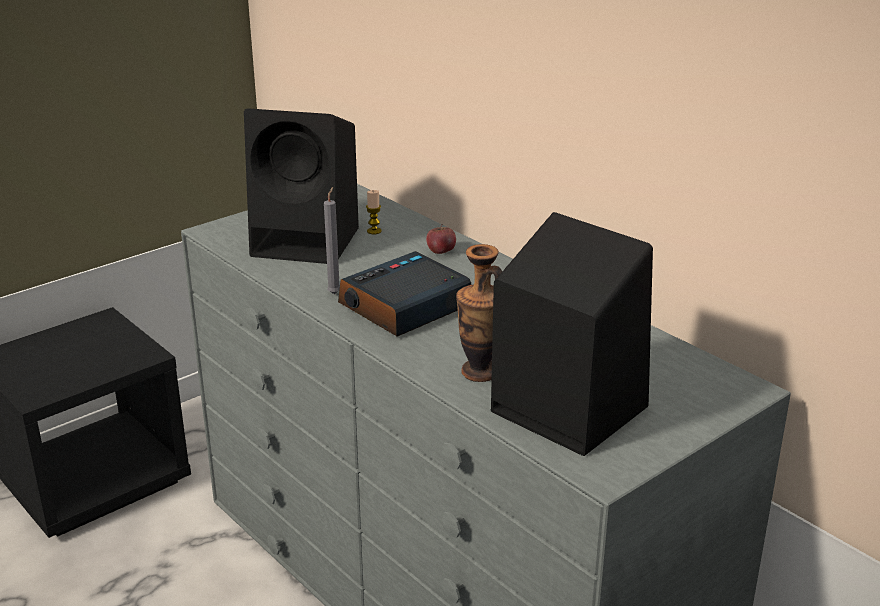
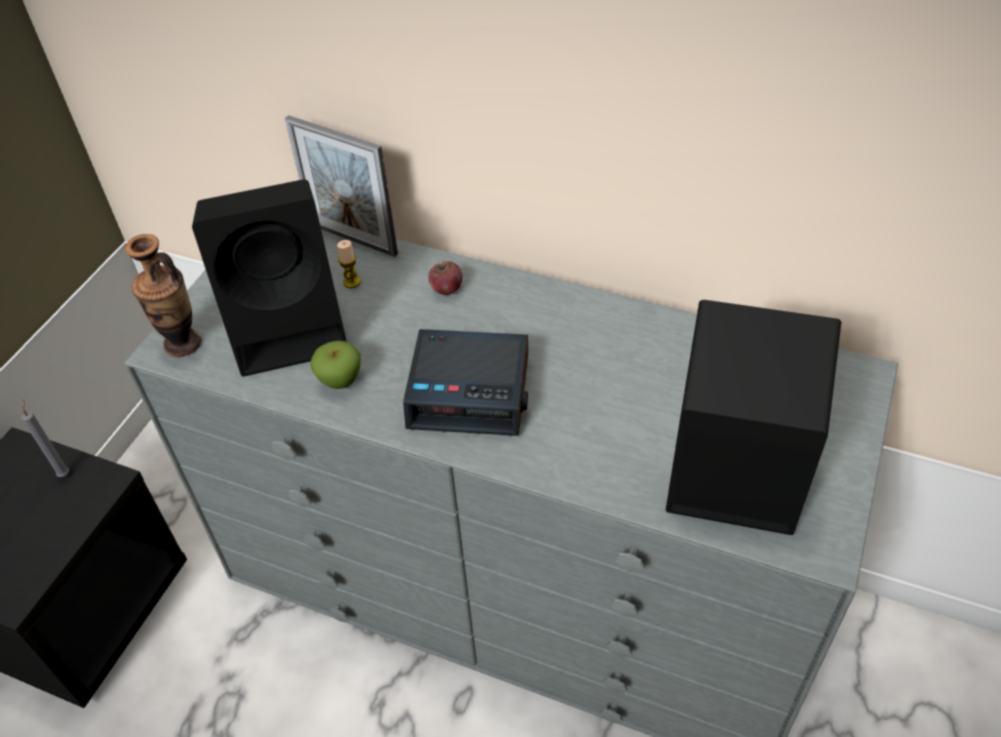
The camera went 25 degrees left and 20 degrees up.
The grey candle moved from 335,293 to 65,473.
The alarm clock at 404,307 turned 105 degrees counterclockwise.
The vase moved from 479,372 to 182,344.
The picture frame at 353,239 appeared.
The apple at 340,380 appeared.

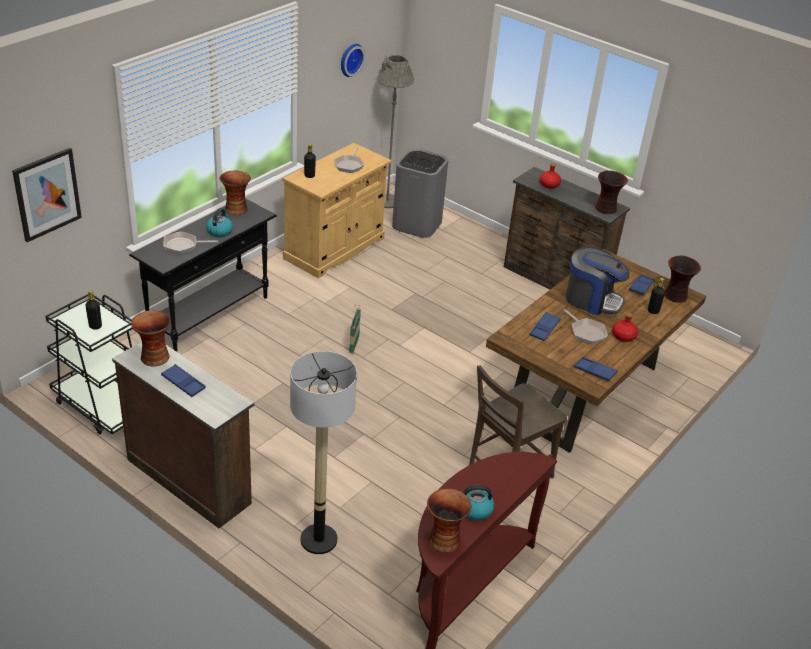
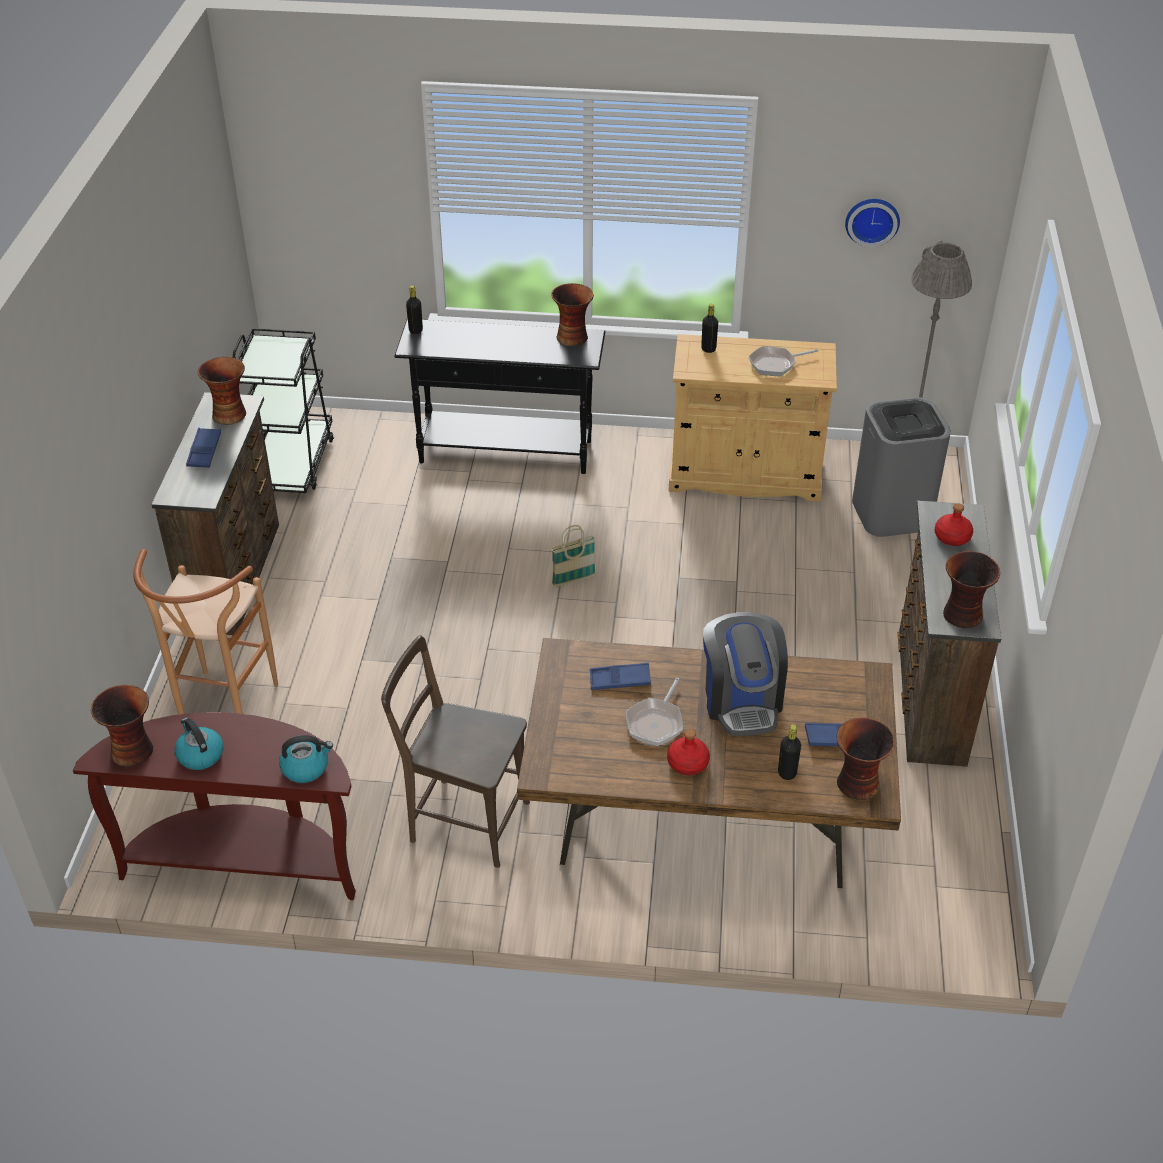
The camera went 60 degrees right and 5 degrees up.
The picture at 47,194 disappeared.
The black bottle moved from 95,326 to 415,330.
The frying pan at 183,245 disappeared.
The kettle moved from 219,231 to 306,767.
The floor lamp at 318,540 was replaced by the brown stool at 223,711.
The blue tray at 594,371 disappeared.

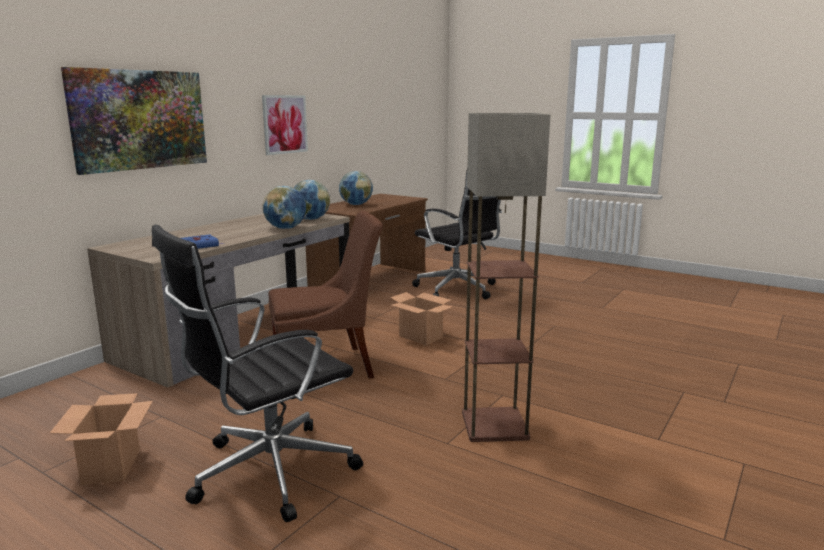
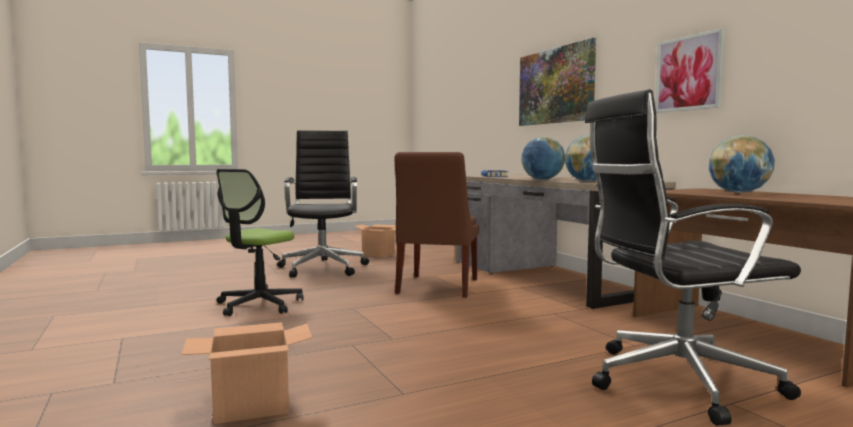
The camera went 120 degrees right and 10 degrees down.
The cardboard box moved from 421,337 to 250,408.
The floor lamp at 496,426 was replaced by the office chair at 259,305.

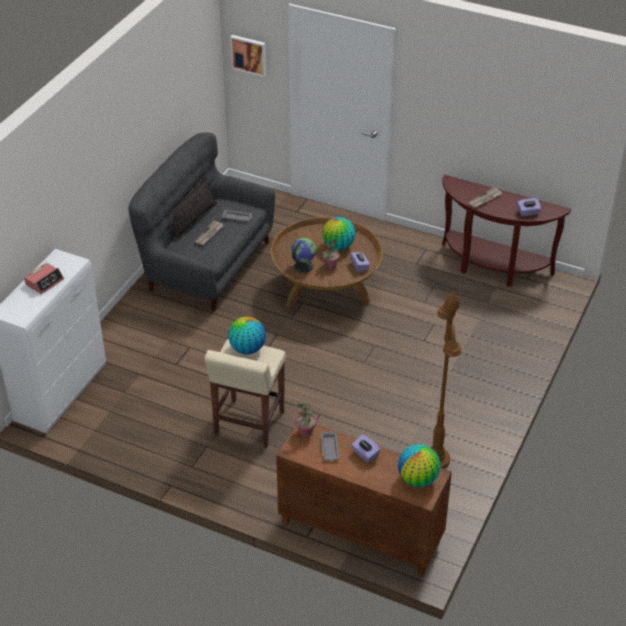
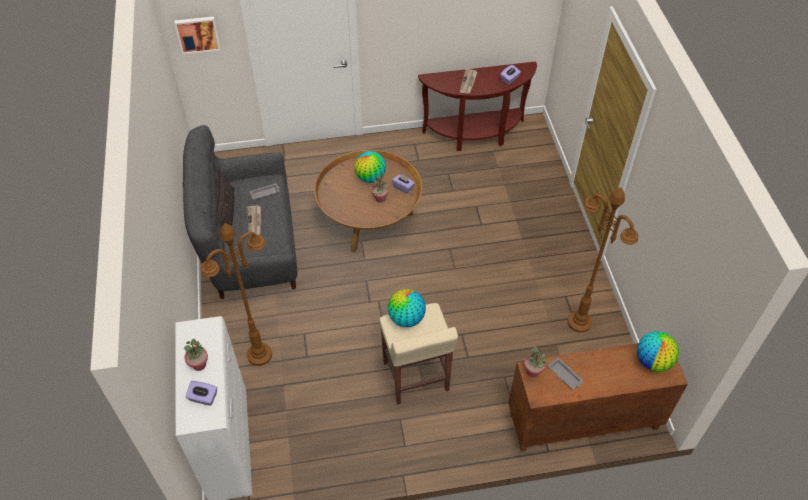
The camera went 35 degrees left and 10 degrees up.
The alarm clock at 44,282 was replaced by the potted plant at 199,364.
The globe at 303,266 disappeared.
The purple tissue box moved from 365,454 to 203,398.
The brown floor lamp at 260,354 appeared.

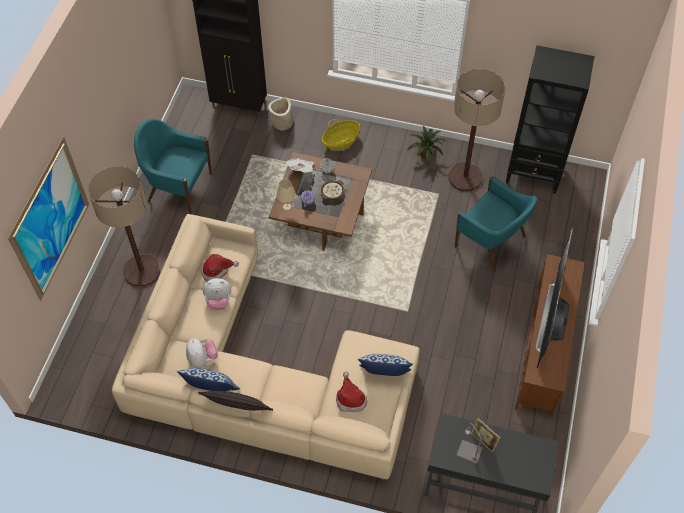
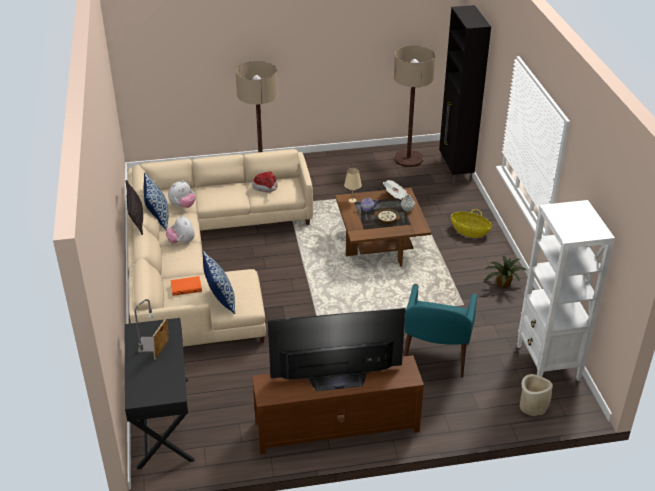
The camera went 65 degrees right and 20 degrees down.
The picture at 51,219 disappeared.
The turquoise armchair at 178,187 disappeared.
The plush toy moved from 218,301 to 182,242.
The beige planter moved from 282,122 to 532,406.
The hat at 350,398 was replaced by the orange book at 186,287.
The floor lamp moved from 465,177 to 408,159.
The black bookcase at 534,173 became the white bookcase at 547,363.

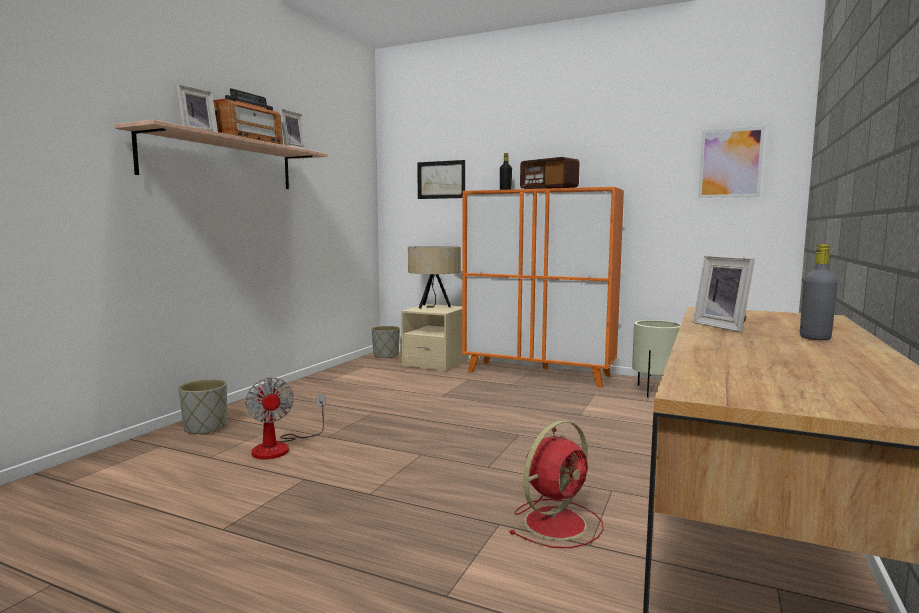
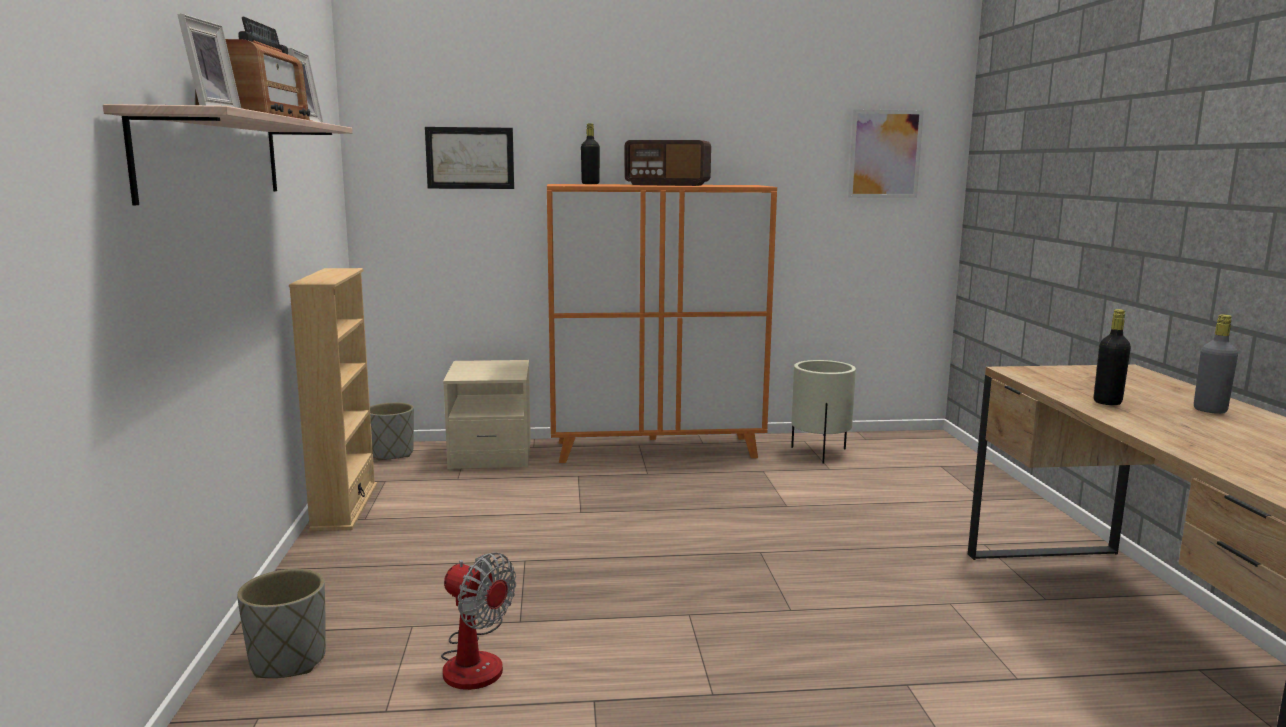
The camera went 30 degrees left and 5 degrees up.
The beige table lamp at 434,307 disappeared.
The red fan at 557,522 disappeared.
The picture frame at 724,326 was replaced by the black bottle at 1107,402.
The beige bookcase at 344,507 appeared.

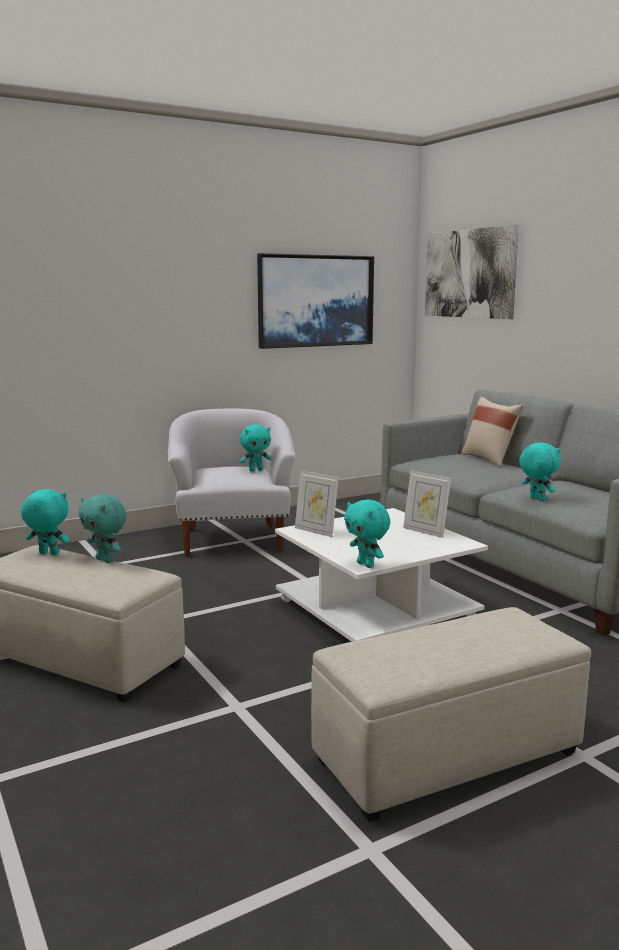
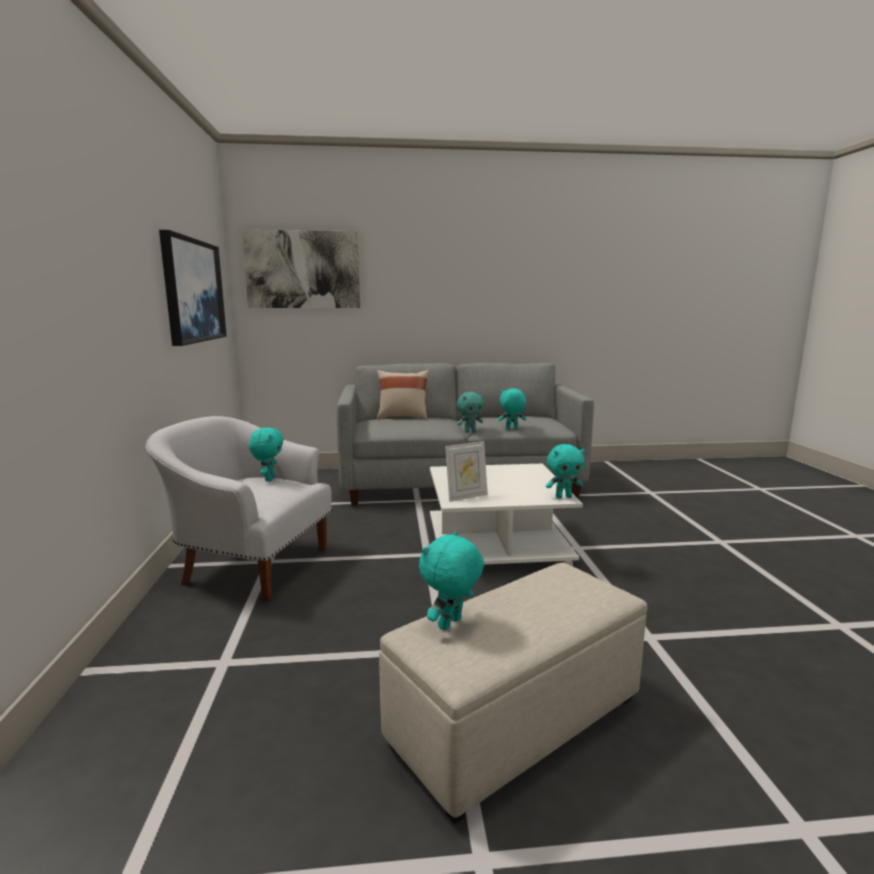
The camera went 65 degrees left and 0 degrees up.
The turquoise plush toy moved from 106,560 to 470,432.
The beige ottoman at 449,755 disappeared.
The picture frame at 425,531 disappeared.

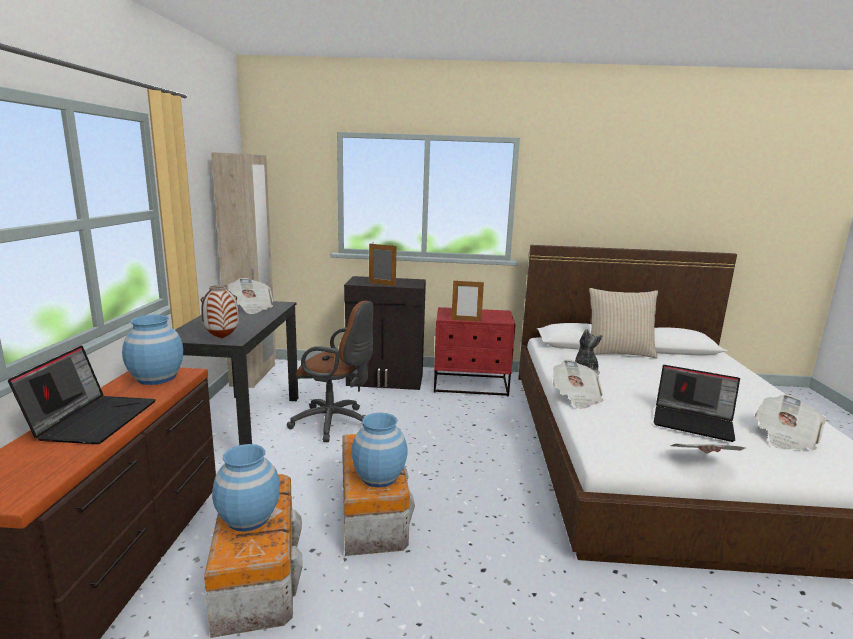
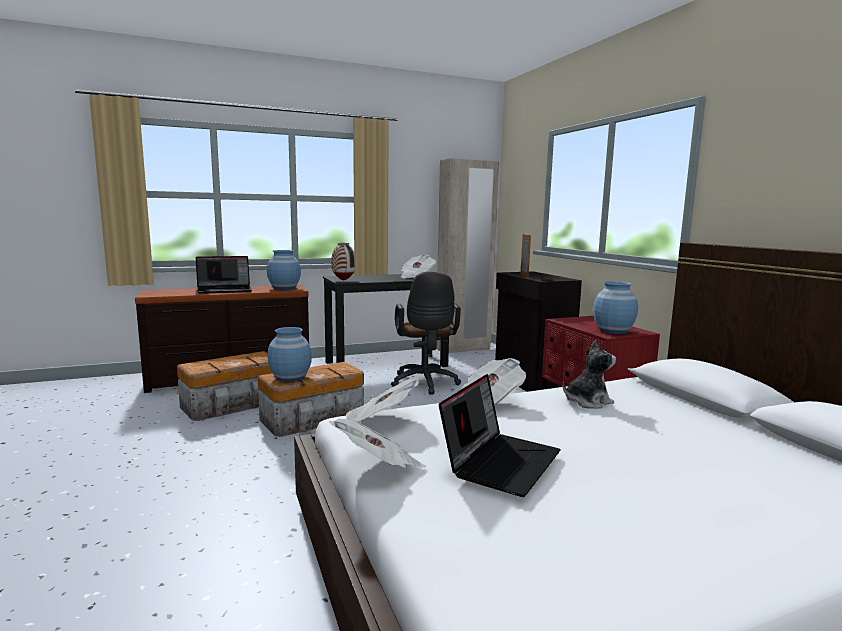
The camera went 65 degrees right and 5 degrees down.
The blue vase moved from 248,518 to 613,330.
The picture frame at 466,320 disappeared.
The beige pillow at 618,353 disappeared.
The laptop at 694,422 turned 150 degrees counterclockwise.
The newspaper moved from 785,437 to 379,420.

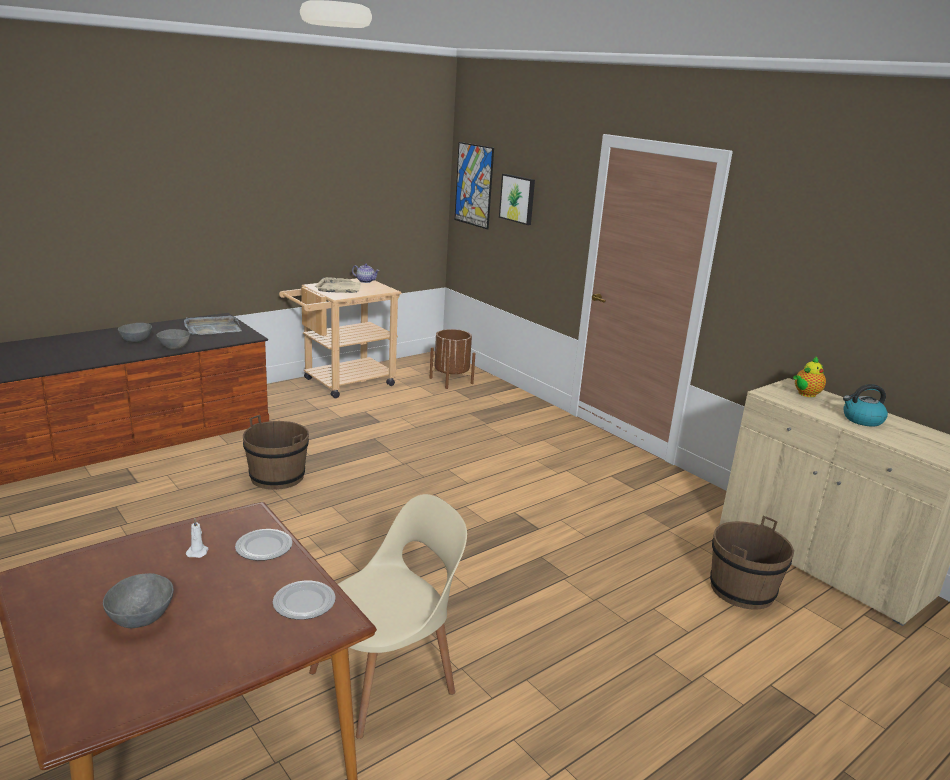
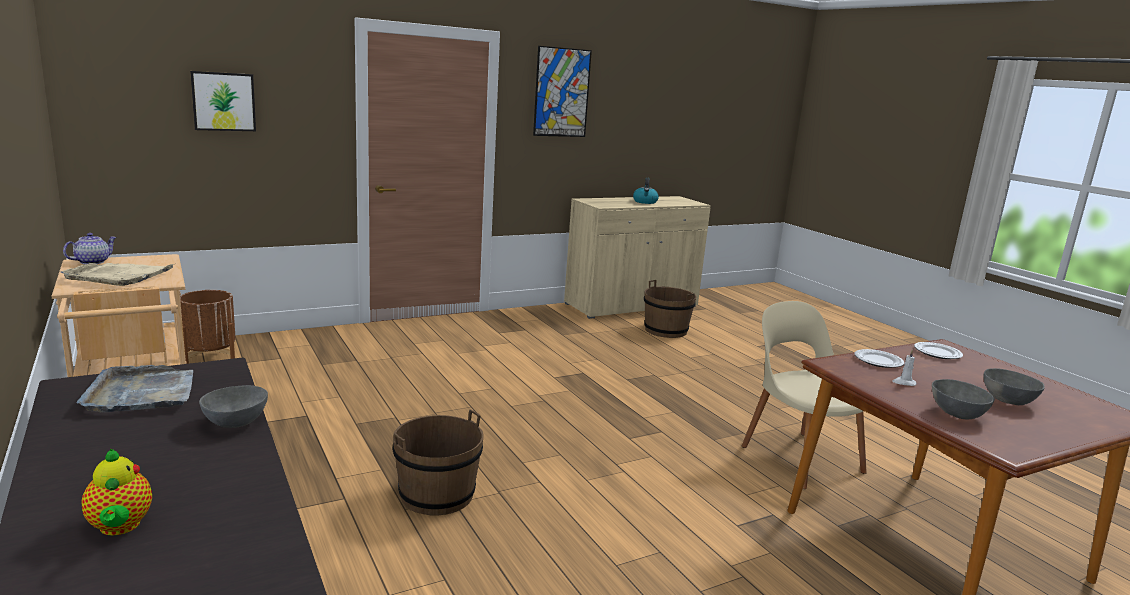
The camera went 80 degrees left and 5 degrees down.
The grey bowl moved from 137,341 to 956,413.
The picture moved from 474,185 to 562,92.
The teapot moved from 805,394 to 120,527.

